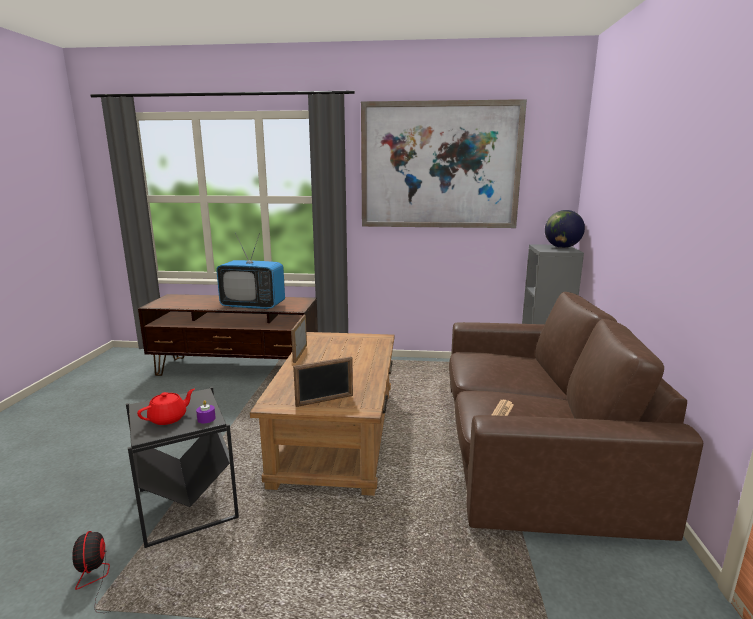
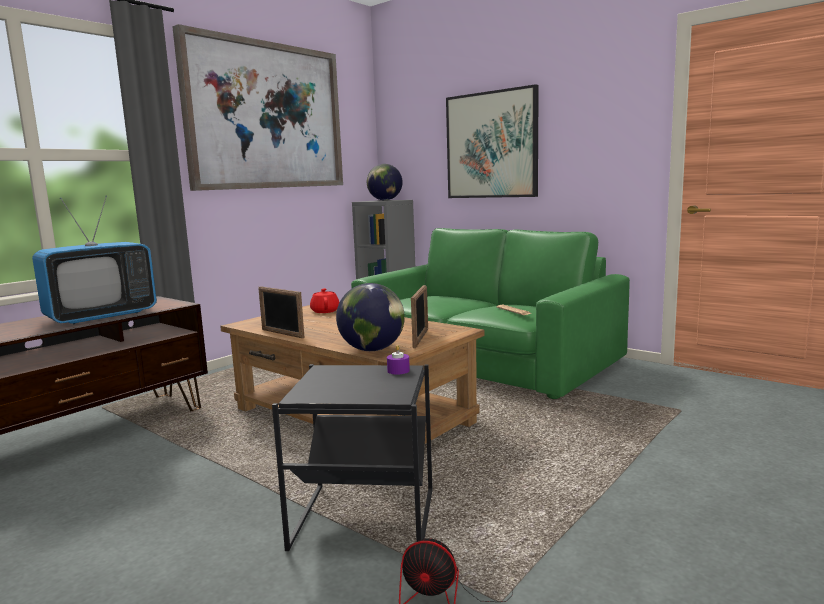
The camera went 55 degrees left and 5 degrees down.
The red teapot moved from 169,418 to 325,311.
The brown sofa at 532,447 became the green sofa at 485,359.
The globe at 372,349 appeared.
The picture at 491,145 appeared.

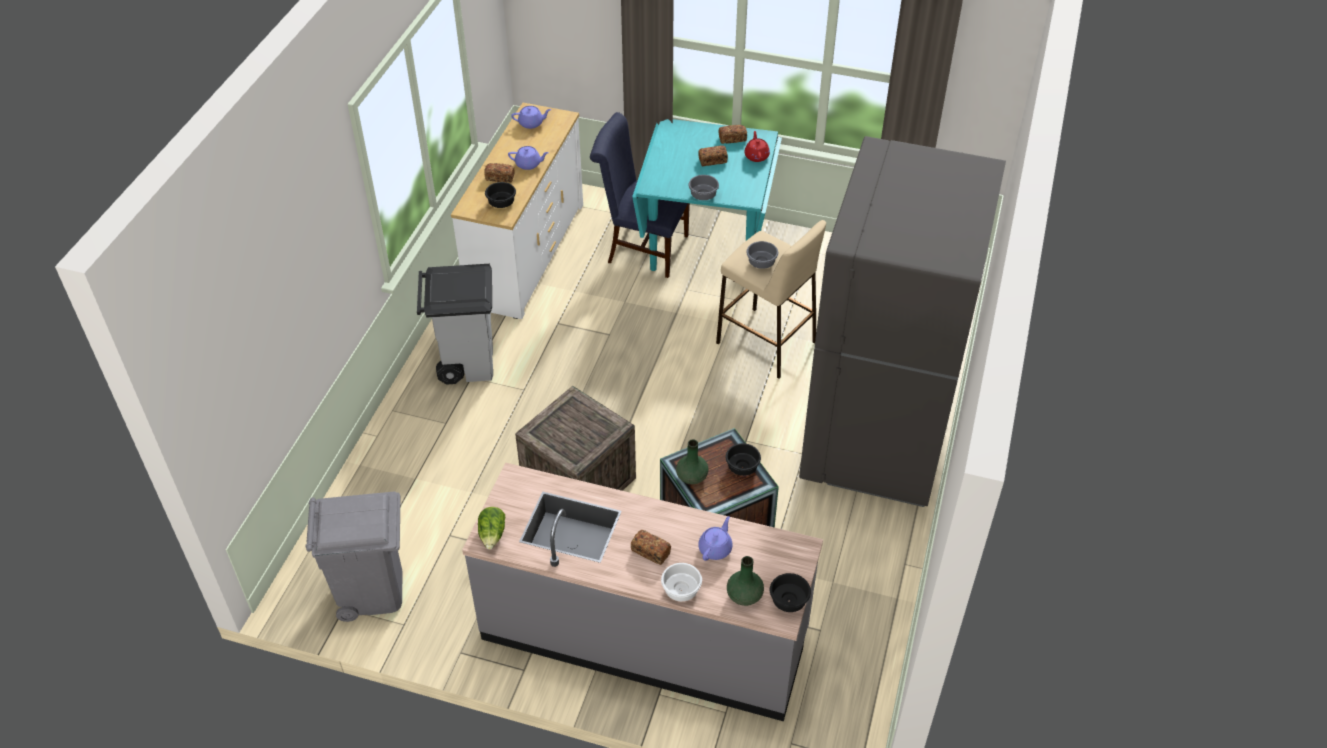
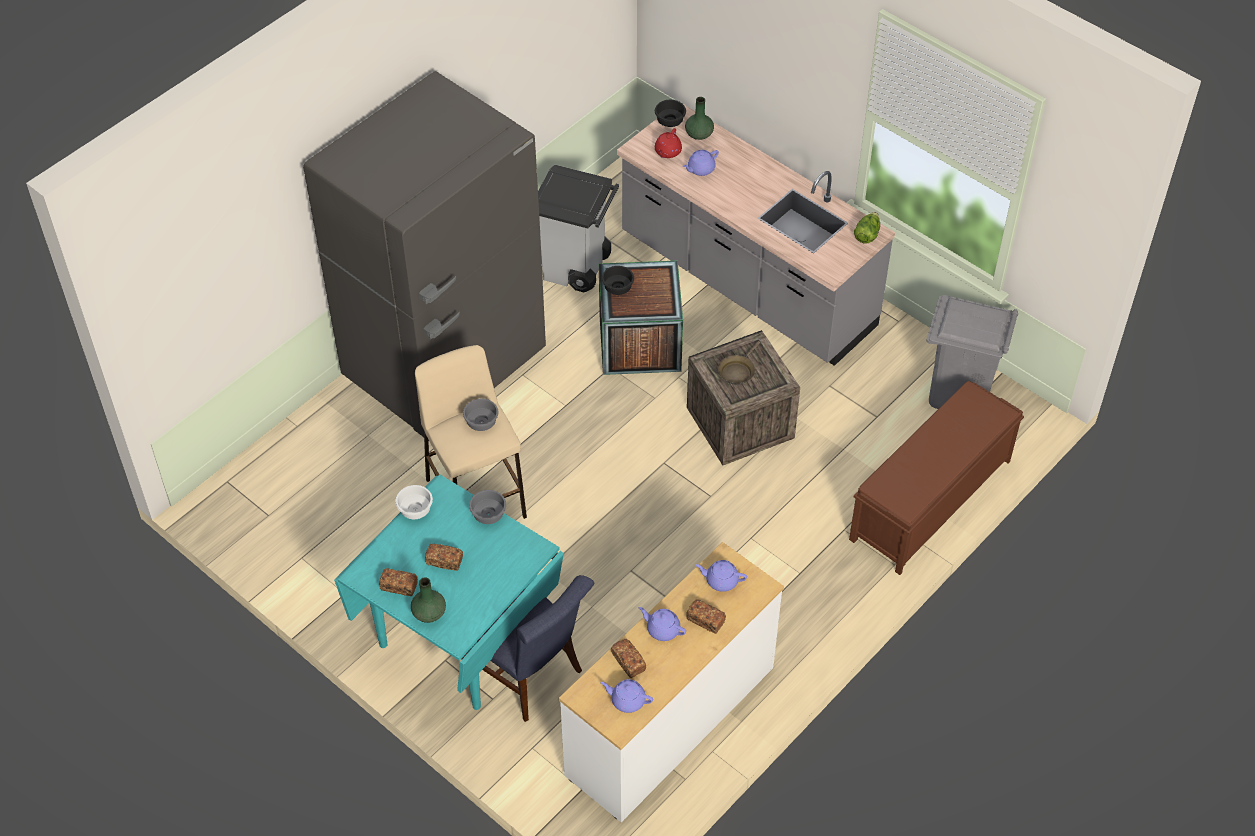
The camera went 155 degrees left and 5 degrees up.
The grey trash can moved from 466,362 to 576,269.
The black bowl at 500,203 was replaced by the purple teapot at 721,580.
The bread moved from 650,552 to 628,662.
The white bowl moved from 680,589 to 415,511.
The green vase moved from 692,477 to 429,612.
The red teapot moved from 756,156 to 667,152.
The brown frying pan at 737,371 appeared.
The brown bench at 929,501 appeared.

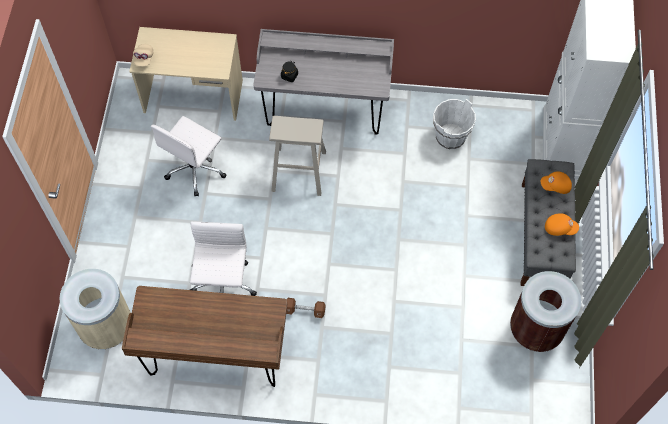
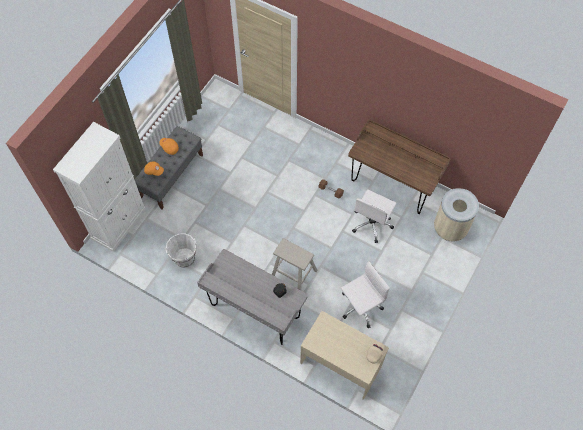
The camera went 155 degrees left and 0 degrees up.
The brown trash can at 535,329 disappeared.

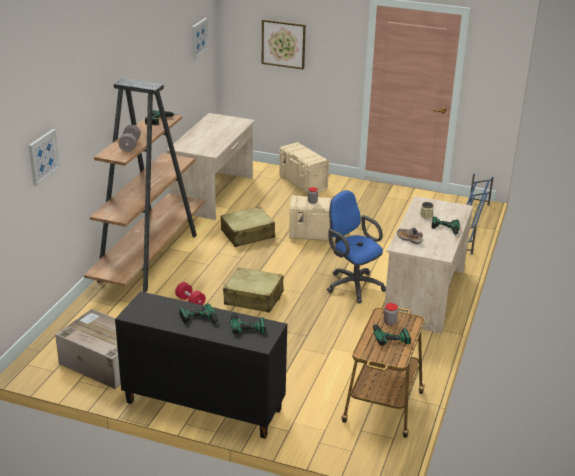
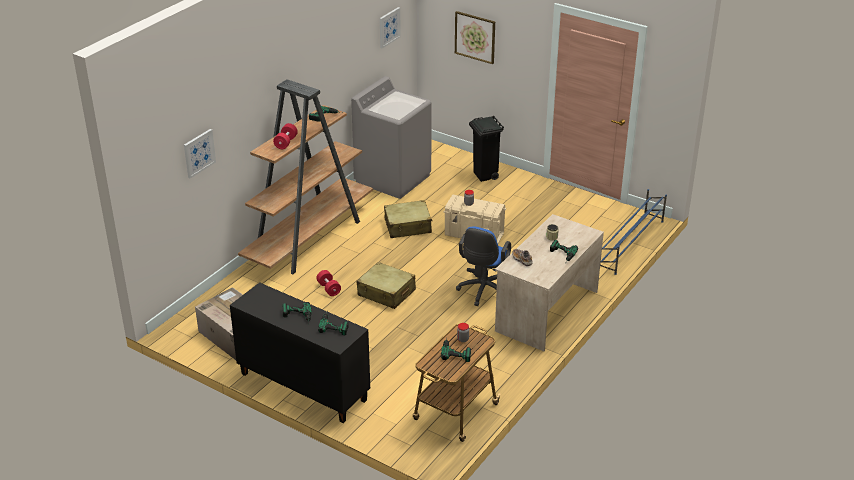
The camera went 15 degrees right and 5 degrees up.
The grey dumbbell at 130,145 became the red dumbbell at 286,142.
The beige desk at 213,194 was replaced by the grey washing machine at 393,178.
The beige storage box at 303,183 was replaced by the black trash can at 485,175.
The blue office chair at 352,285 turned 135 degrees counterclockwise.

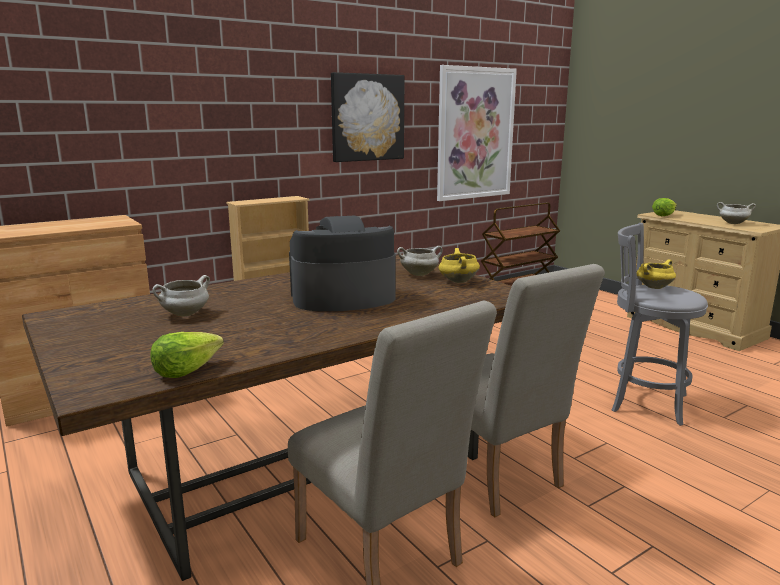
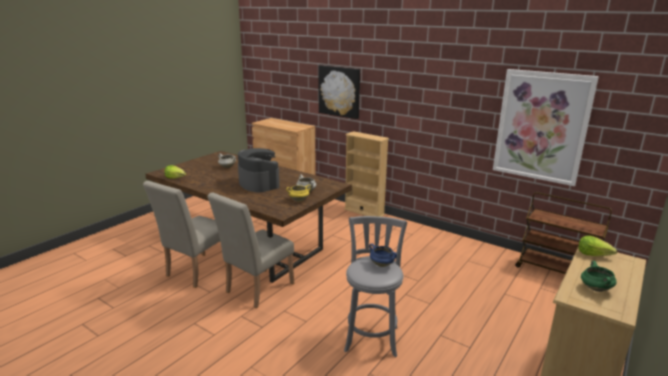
The camera went 70 degrees right and 5 degrees up.
The picture moved from 367,117 to 339,91.
The yellow cooking pot at 654,287 became the blue cooking pot at 382,264.
The white cooking pot at 732,223 became the green cooking pot at 595,288.

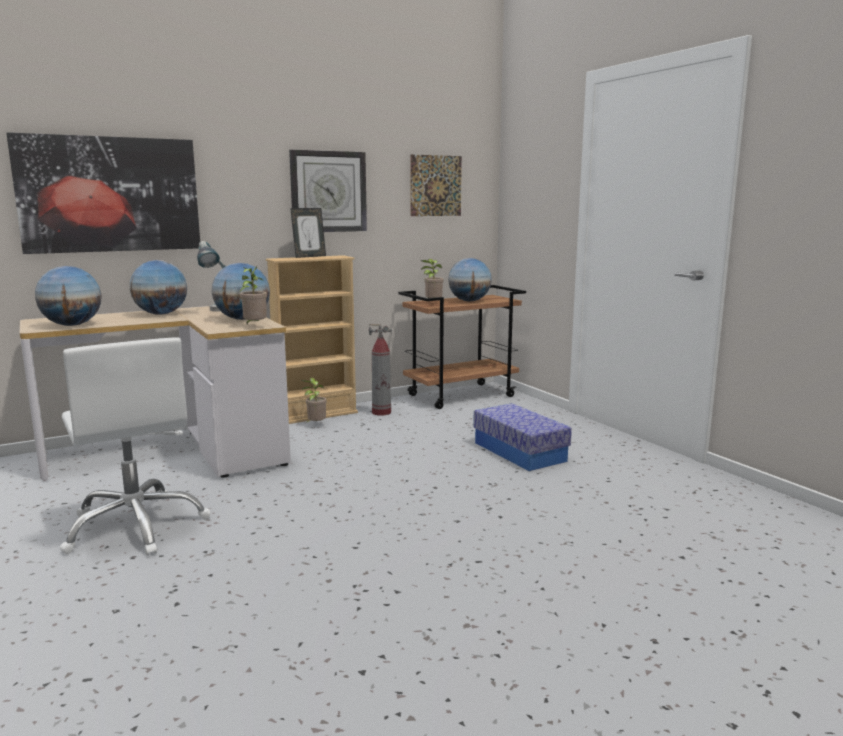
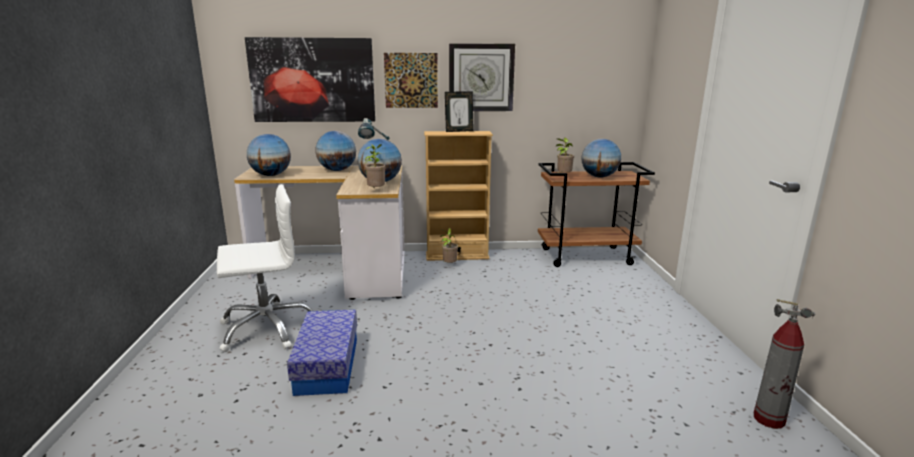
The camera went 25 degrees right and 5 degrees up.
The white office chair at 136,526 turned 105 degrees counterclockwise.
The fire extinguisher moved from 381,412 to 769,419.
The picture moved from 436,185 to 411,80.
The storage box moved from 519,452 to 327,365.

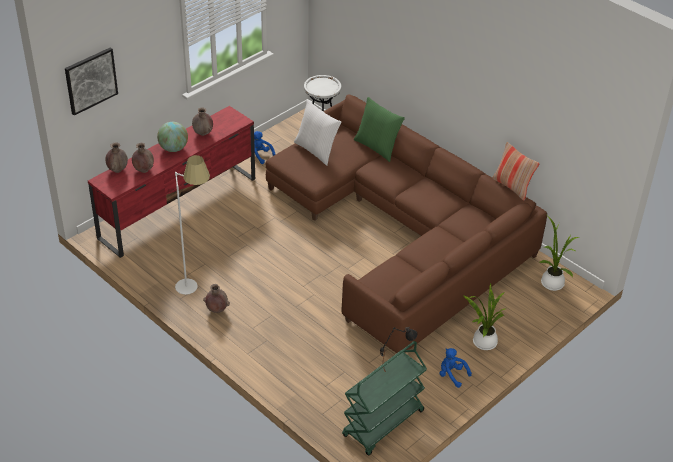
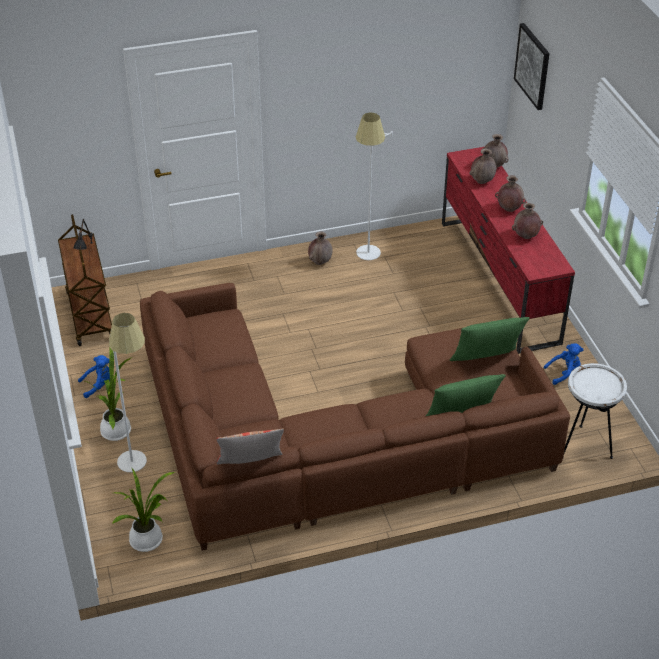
The camera went 120 degrees right and 0 degrees up.
The globe at 173,148 was replaced by the brown vase at 509,209.
The white pillow at 316,150 became the green pillow at 486,363.
The green cart at 383,424 became the brown cart at 89,315.
The white floor lamp at 140,468 appeared.

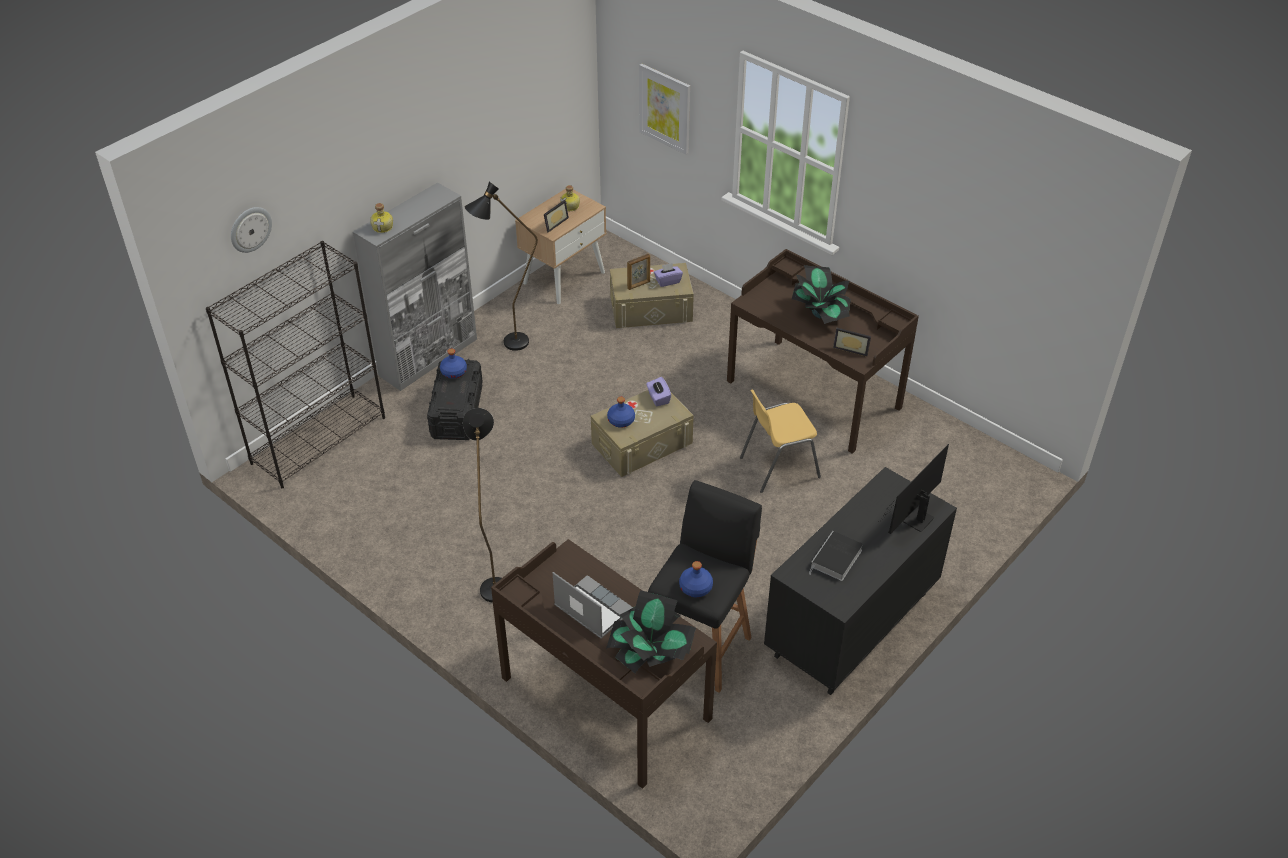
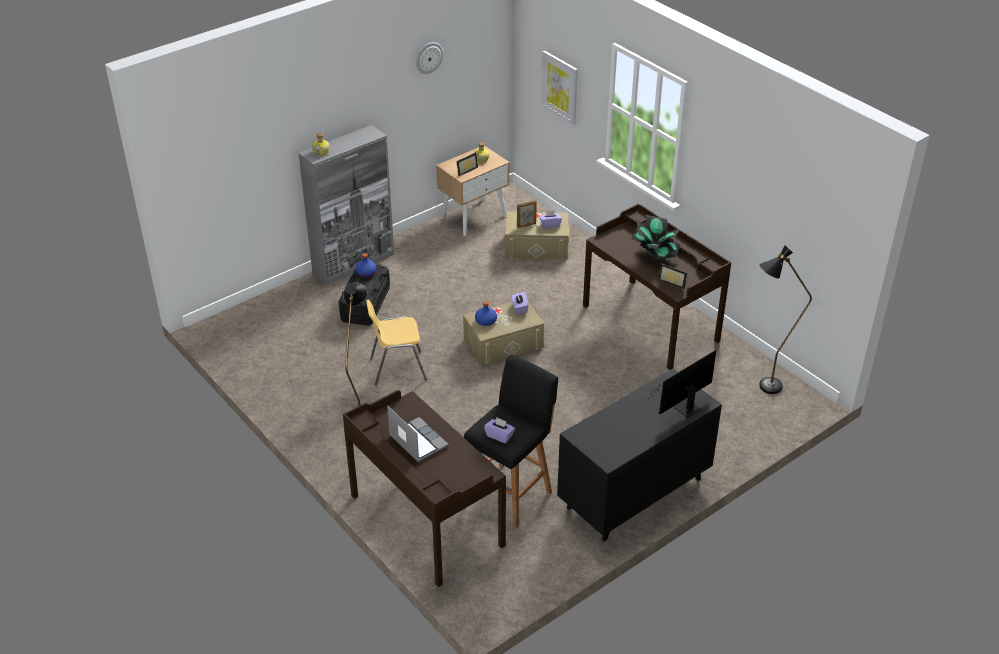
The camera went 10 degrees right and 5 degrees down.
The black bookcase at 319,439 disappeared.
The wall clock moved from 250,229 to 428,57.
The black floor lamp moved from 507,346 to 763,388.
The potted plant at 650,655 disappeared.
The blue bottle at 695,587 was replaced by the purple tissue box at 499,436.
The yellow chair moved from 778,467 to 397,368.
The book at 836,559 disappeared.

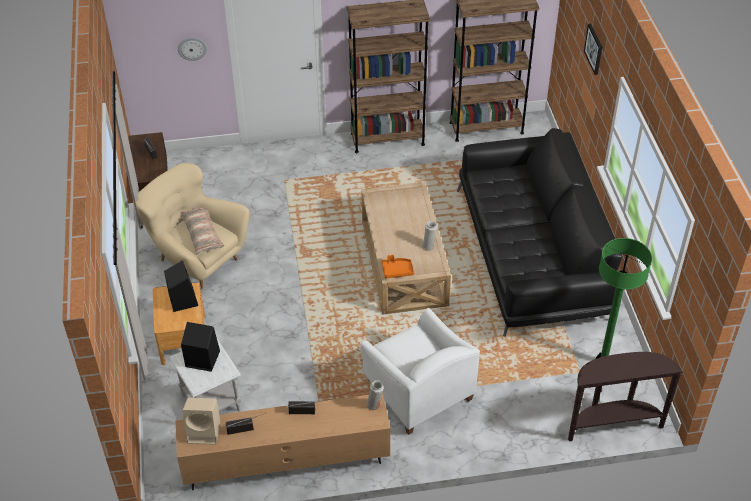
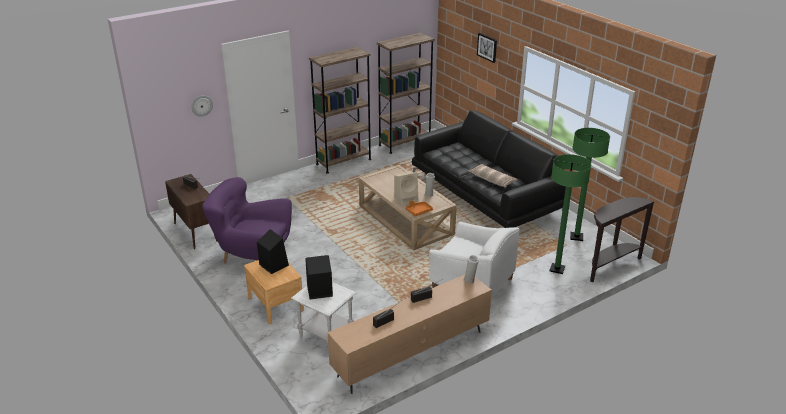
The camera went 25 degrees left and 15 degrees down.
The beige armchair at 197,259 became the purple armchair at 252,255.
The pillow moved from 203,234 to 492,180.
The beige speaker moved from 205,431 to 406,199.
The green floor lamp at 557,269 appeared.

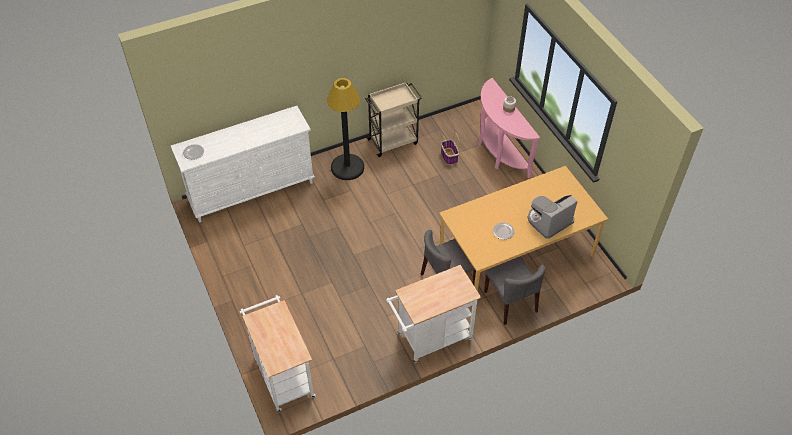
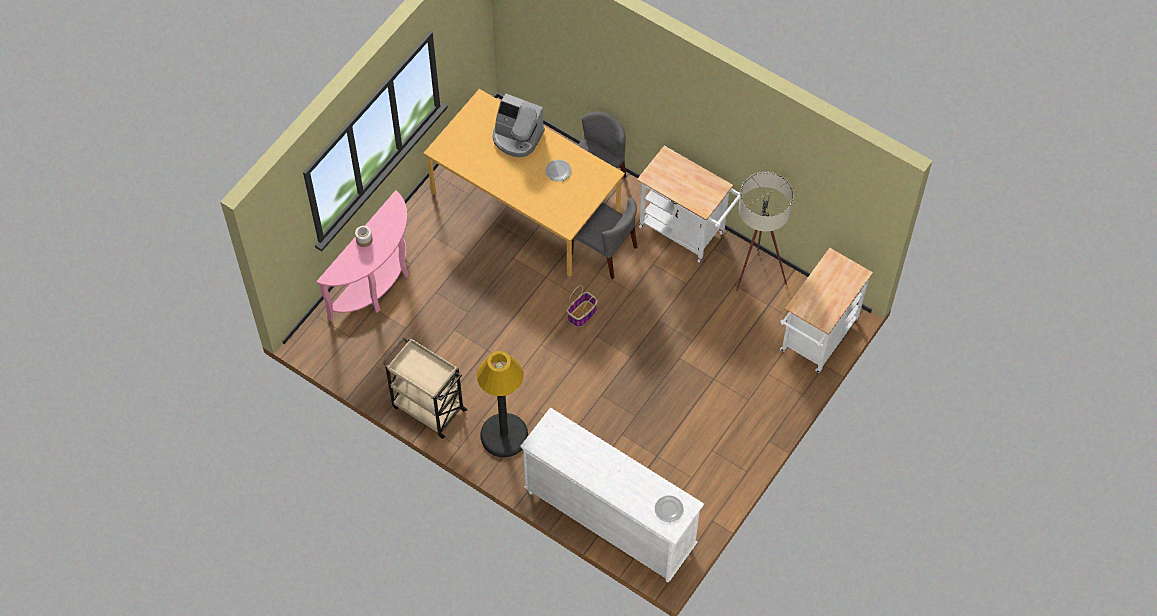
The camera went 120 degrees left and 10 degrees up.
The basket moved from 449,156 to 582,314.
The beige floor lamp at 754,278 appeared.

